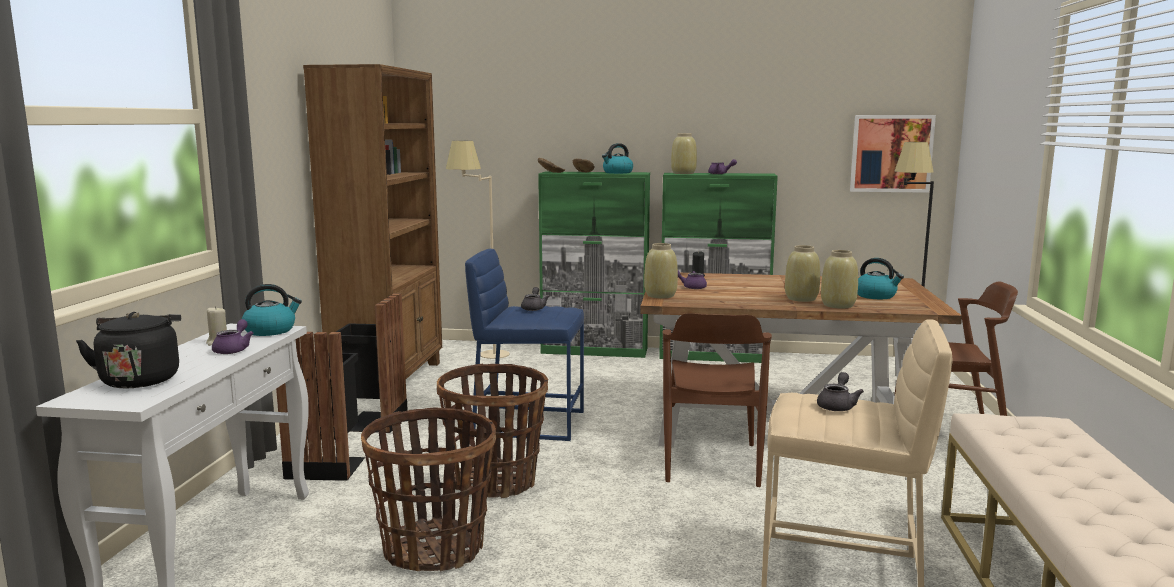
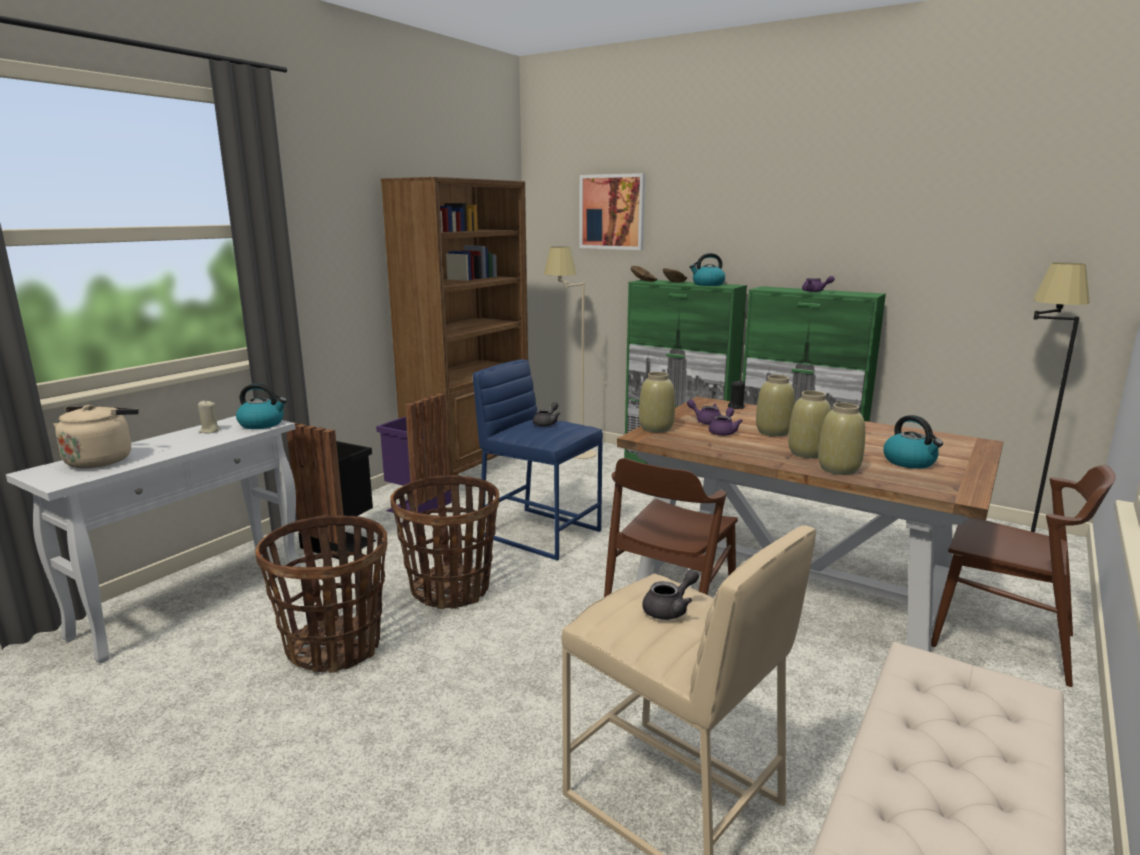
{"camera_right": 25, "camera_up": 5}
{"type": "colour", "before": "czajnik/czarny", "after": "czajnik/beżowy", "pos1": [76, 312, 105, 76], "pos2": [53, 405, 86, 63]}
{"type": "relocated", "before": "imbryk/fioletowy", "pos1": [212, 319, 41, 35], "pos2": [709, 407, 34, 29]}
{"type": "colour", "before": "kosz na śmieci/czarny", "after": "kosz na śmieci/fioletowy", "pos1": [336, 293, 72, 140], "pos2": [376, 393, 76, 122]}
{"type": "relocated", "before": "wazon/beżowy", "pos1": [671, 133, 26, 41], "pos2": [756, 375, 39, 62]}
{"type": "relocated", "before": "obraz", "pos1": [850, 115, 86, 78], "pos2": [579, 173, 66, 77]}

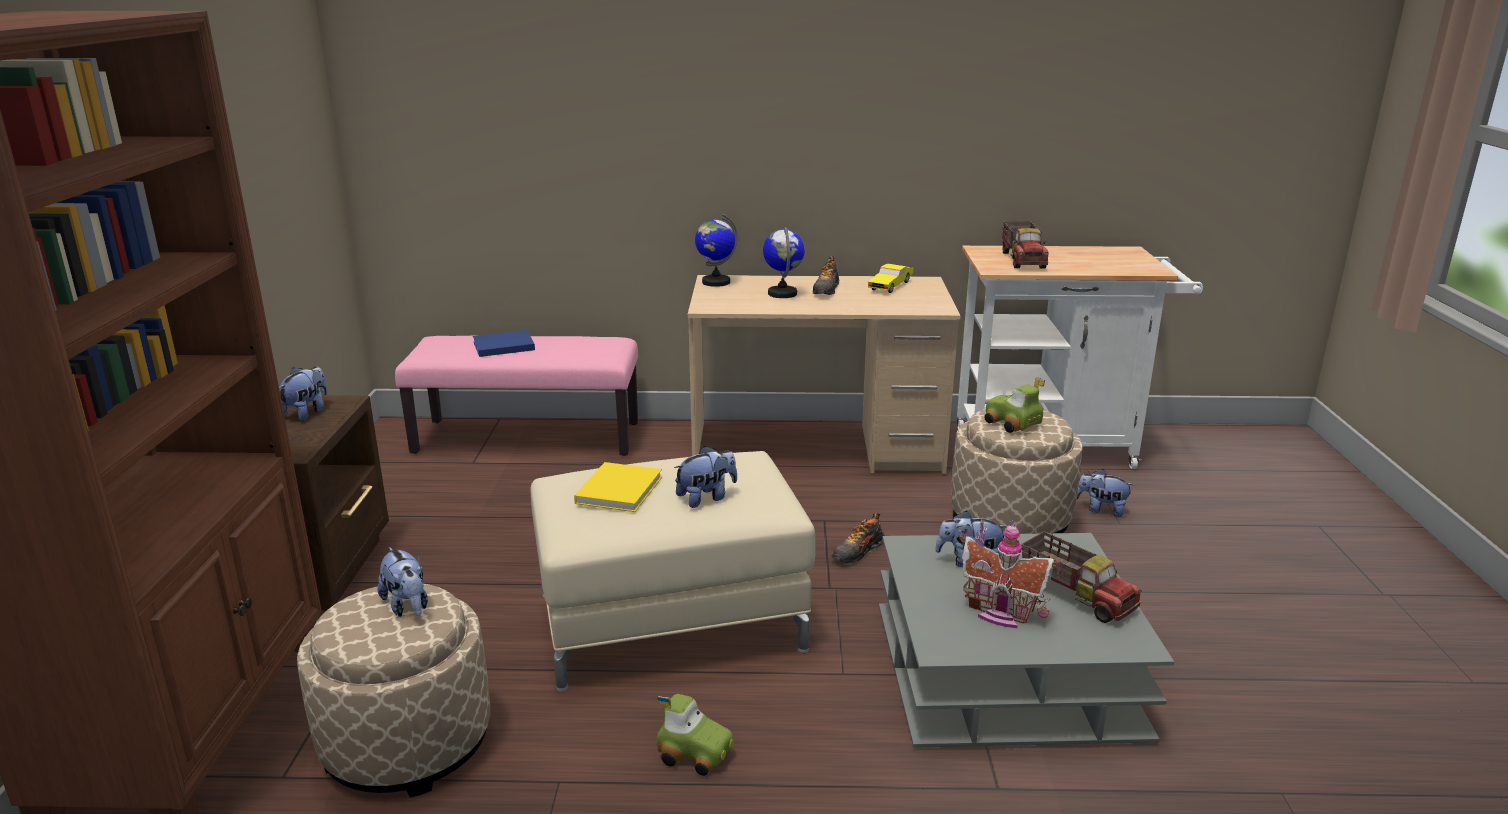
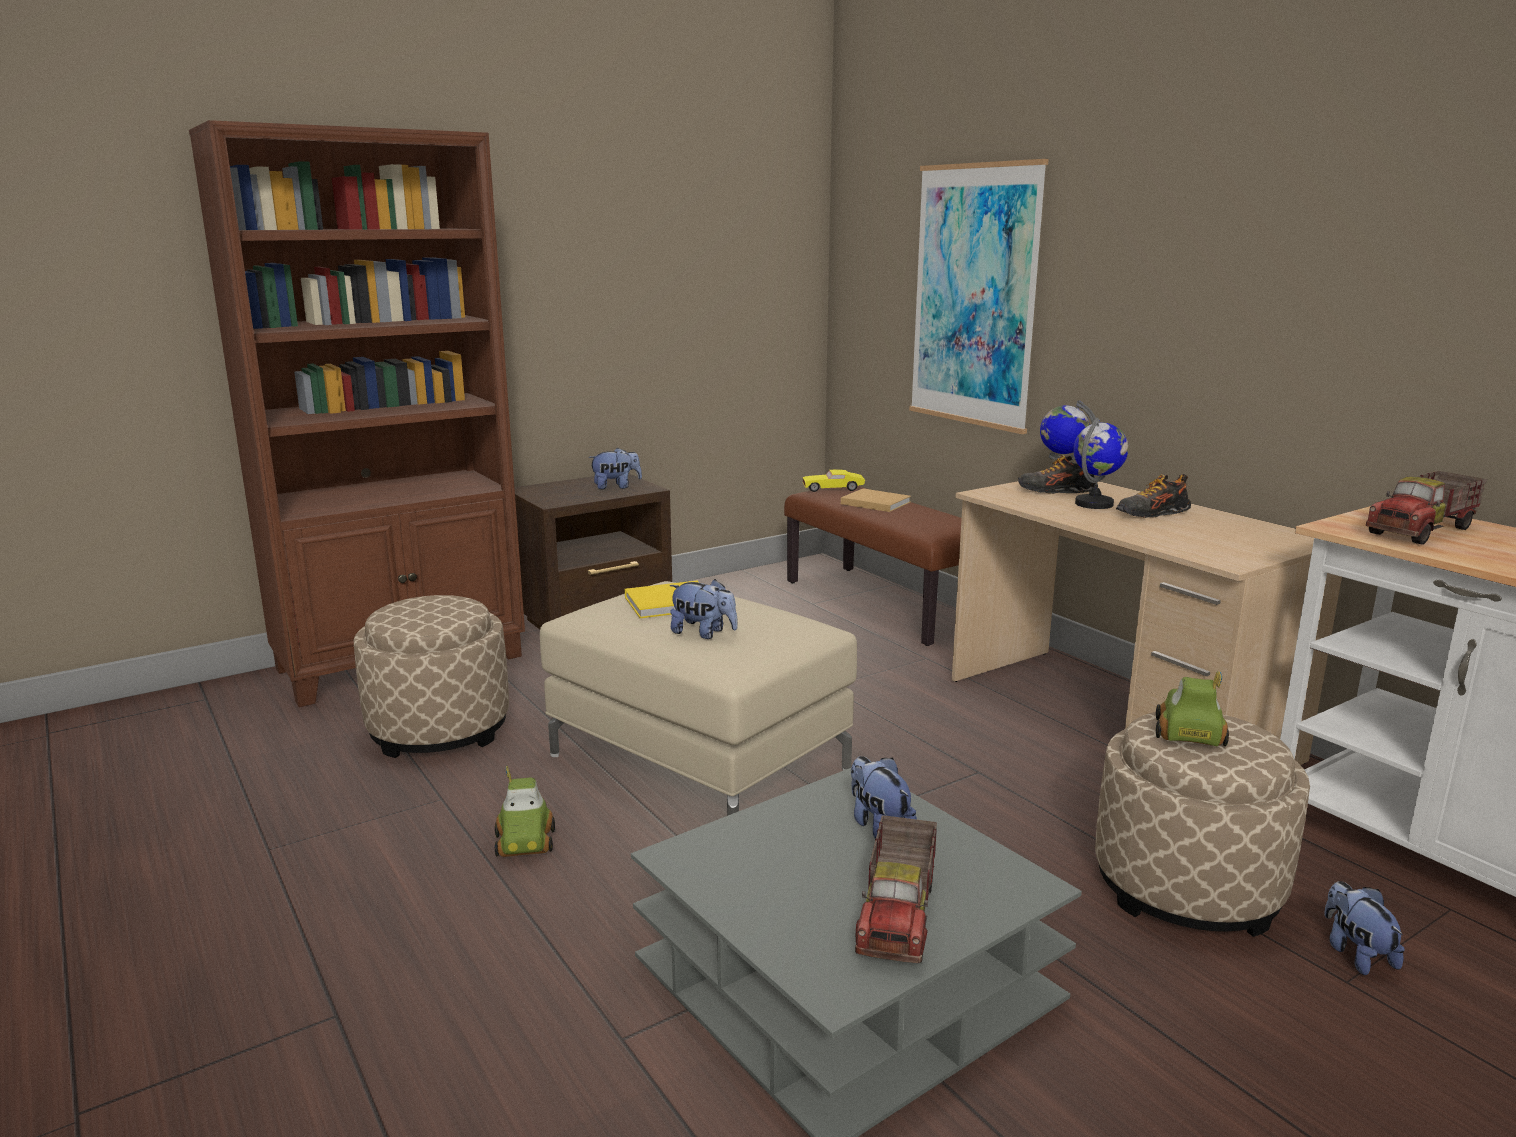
{"camera_right": 55, "camera_up": -5}
{"type": "missing", "before": "pluszak", "pos1": [377, 547, 51, 70]}
{"type": "colour", "before": "ławka/różowy", "after": "ławka/brązowy", "pos1": [395, 336, 243, 120], "pos2": [784, 486, 178, 160]}
{"type": "colour", "before": "książka/niebieski", "after": "książka/beżowy", "pos1": [473, 330, 62, 27], "pos2": [841, 489, 70, 23]}
{"type": "relocated", "before": "but", "pos1": [831, 513, 54, 51], "pos2": [1018, 455, 78, 39]}
{"type": "relocated", "before": "samochodzik/żółty", "pos1": [868, 264, 46, 29], "pos2": [803, 469, 62, 23]}
{"type": "missing", "before": "domek", "pos1": [959, 518, 102, 110]}
{"type": "appeared", "after": "obraz", "pos2": [909, 159, 140, 275]}

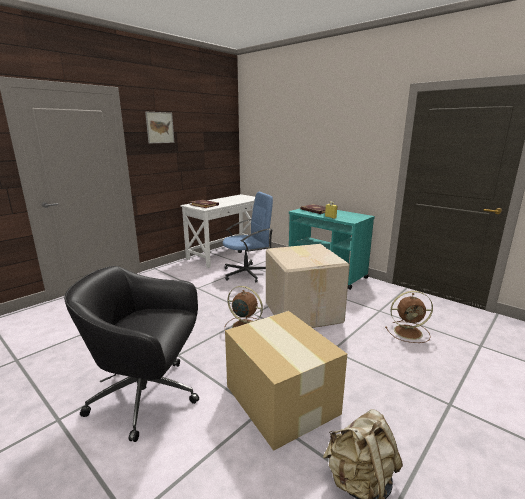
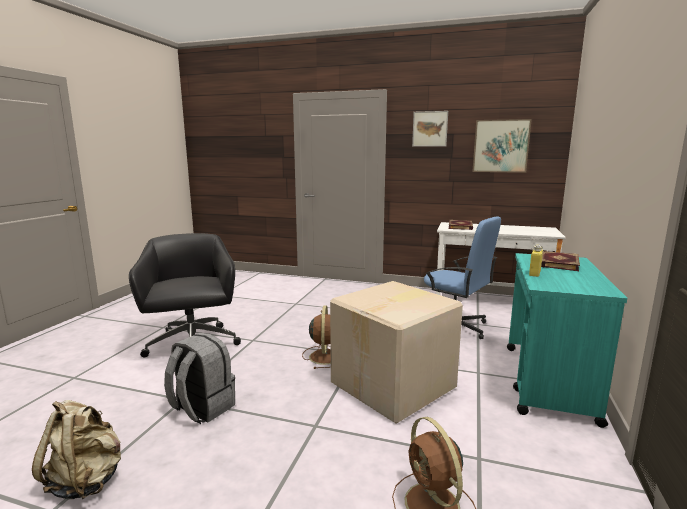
{"camera_right": 65, "camera_up": -5}
{"type": "exchanged", "before": "karton", "after": "plecak/szary", "pos1": [225, 311, 122, 140], "pos2": [164, 333, 71, 91]}
{"type": "appeared", "after": "obraz", "pos2": [472, 119, 60, 54]}

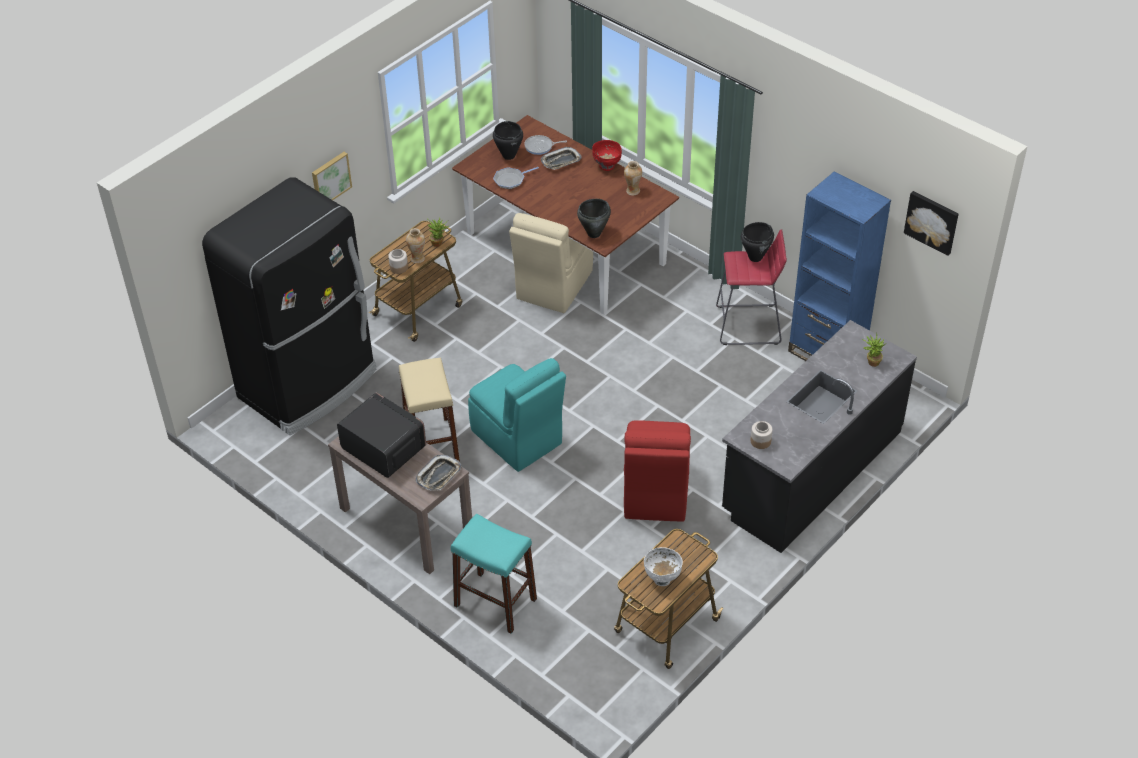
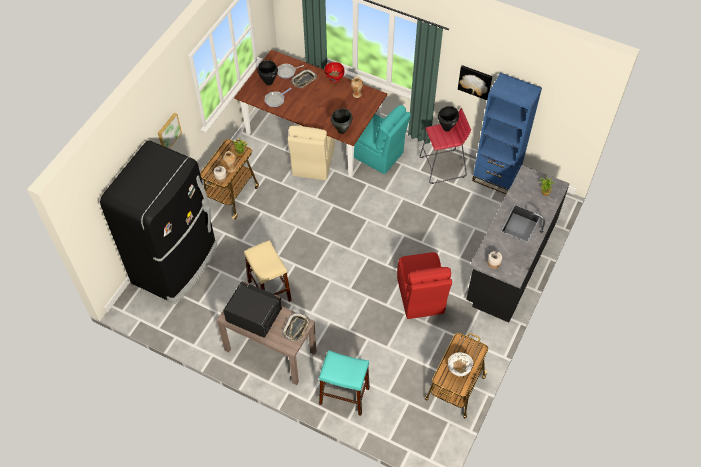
{"camera_right": -15, "camera_up": 10}
{"type": "relocated", "before": "krzesło/turkusowy", "pos1": [468, 358, 98, 114], "pos2": [354, 105, 57, 69]}
{"type": "relocated", "before": "obraz", "pos1": [904, 191, 55, 65], "pos2": [458, 65, 34, 35]}

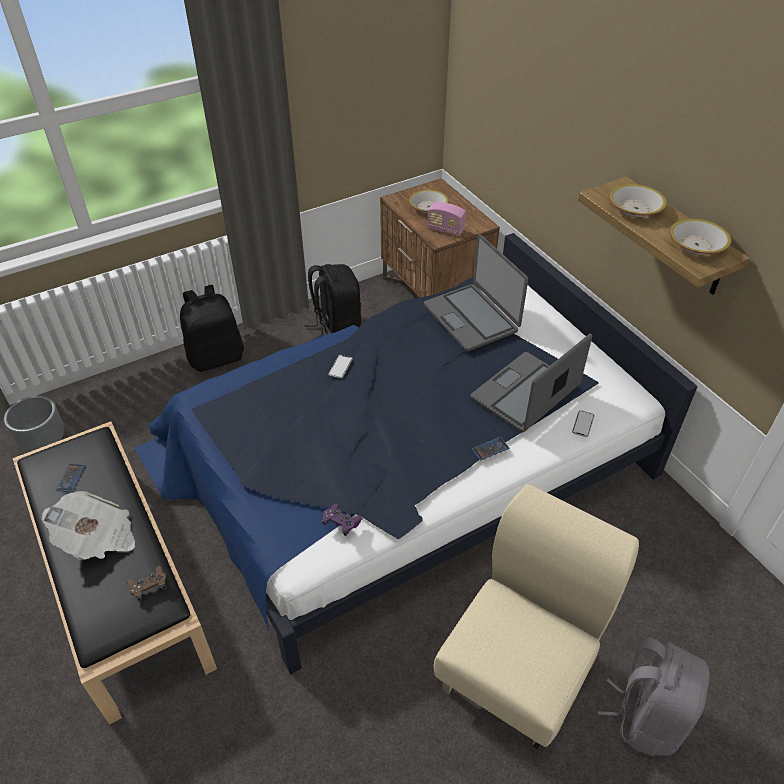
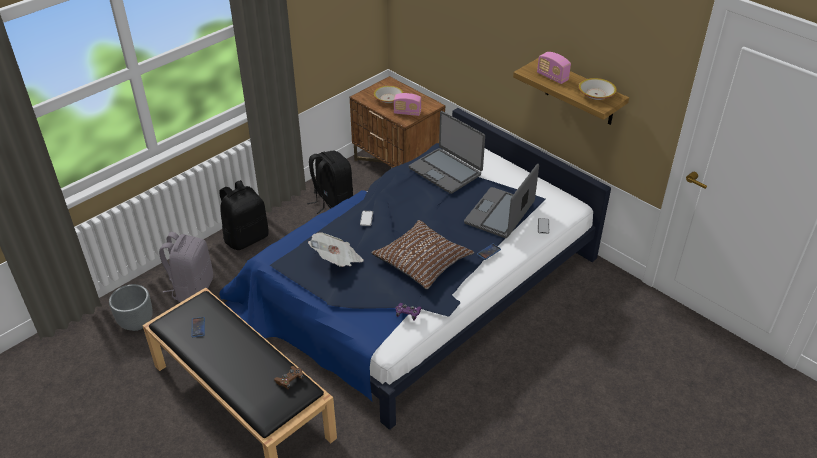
{"camera_right": -15, "camera_up": -5}
{"type": "relocated", "before": "gazeta", "pos1": [42, 491, 93, 69], "pos2": [308, 232, 56, 35]}
{"type": "missing", "before": "krzesło/beżowy", "pos1": [434, 484, 205, 266]}
{"type": "relocated", "before": "plecak/szary", "pos1": [598, 637, 112, 119], "pos2": [159, 232, 54, 70]}
{"type": "exchanged", "before": "miska", "after": "radio", "pos1": [609, 184, 58, 34], "pos2": [537, 52, 34, 32]}
{"type": "appeared", "after": "poduszka/brązowy", "pos2": [371, 220, 103, 70]}

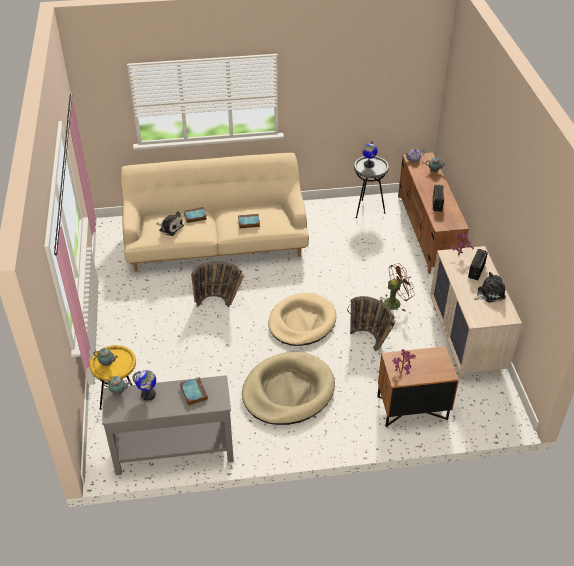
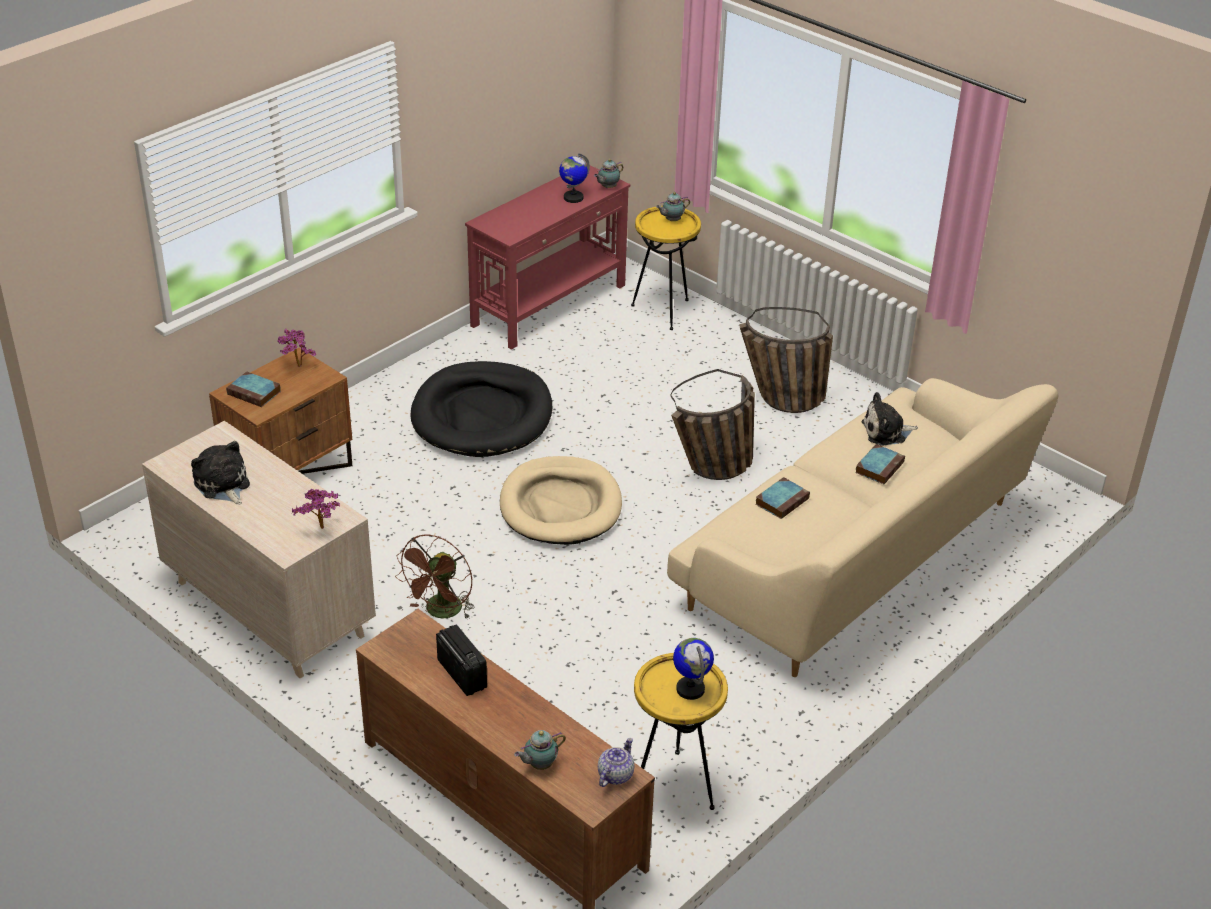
{"camera_right": 140, "camera_up": -5}
{"type": "colour", "before": "stolik konsolowy/szary", "after": "stolik konsolowy/czerwony", "pos1": [102, 375, 132, 100], "pos2": [465, 164, 165, 186]}
{"type": "relocated", "before": "książka", "pos1": [180, 377, 28, 29], "pos2": [226, 371, 55, 36]}
{"type": "colour", "before": "legowisko/beżowy", "after": "legowisko/czarny", "pos1": [242, 352, 93, 73], "pos2": [410, 361, 142, 96]}
{"type": "relocated", "before": "koszyk", "pos1": [347, 296, 48, 55], "pos2": [739, 307, 94, 106]}
{"type": "colour", "before": "stolik/szary", "after": "stolik/żółty", "pos1": [354, 156, 35, 62], "pos2": [634, 653, 94, 157]}
{"type": "missing", "before": "radio", "pos1": [468, 249, 20, 31]}
{"type": "spun", "before": "pluszak", "pos1": [474, 272, 32, 31], "pos2": [191, 441, 59, 64], "turn": 120}

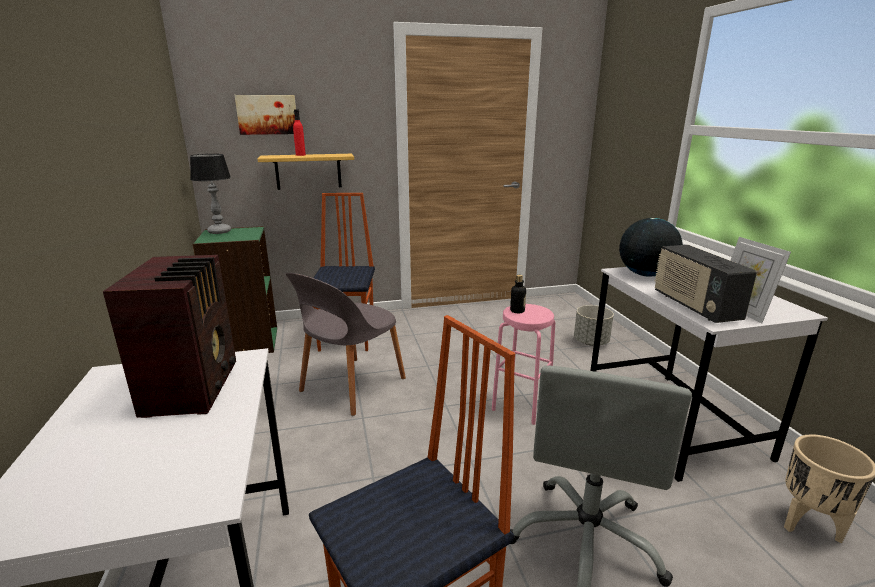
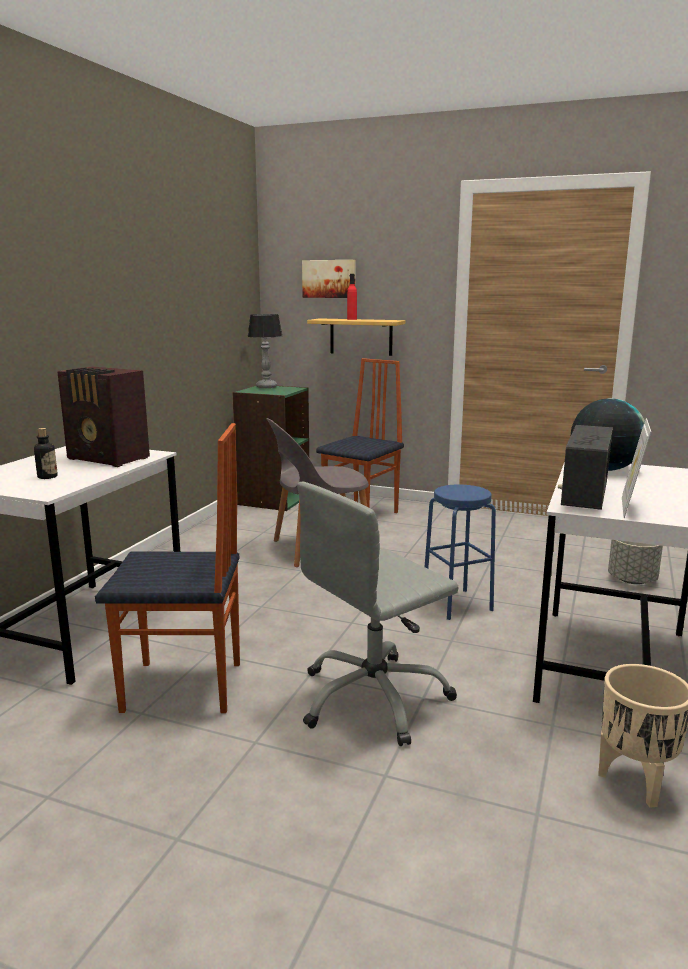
{"camera_right": 35, "camera_up": -5}
{"type": "spun", "before": "radio", "pos1": [103, 255, 133, 163], "pos2": [57, 367, 93, 100], "turn": 90}
{"type": "colour", "before": "stołek/różowy", "after": "stołek/niebieski", "pos1": [492, 304, 63, 121], "pos2": [425, 484, 71, 136]}
{"type": "relocated", "before": "butelka", "pos1": [510, 275, 16, 38], "pos2": [34, 428, 24, 51]}

